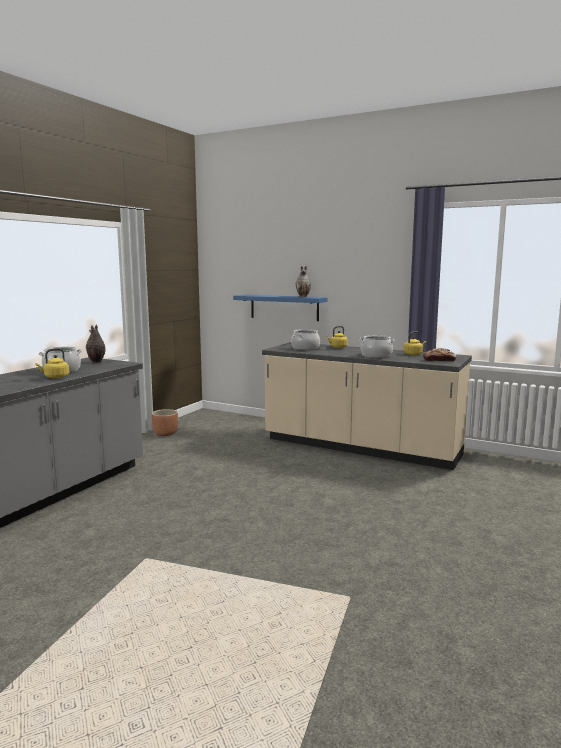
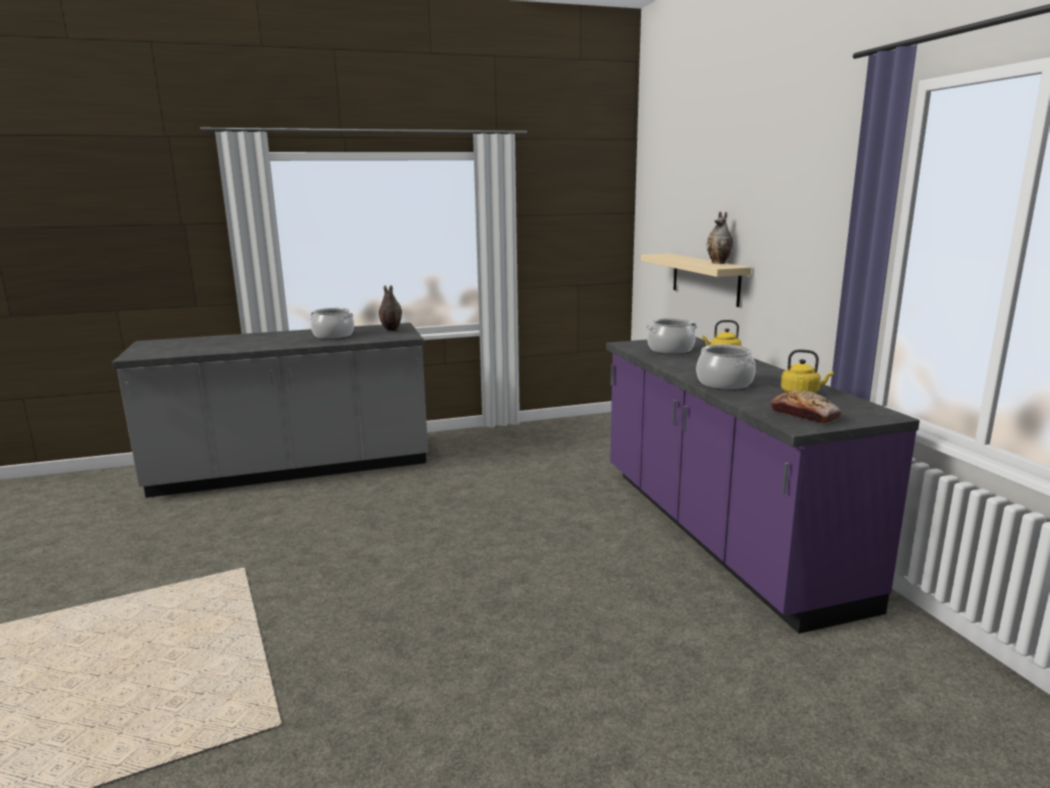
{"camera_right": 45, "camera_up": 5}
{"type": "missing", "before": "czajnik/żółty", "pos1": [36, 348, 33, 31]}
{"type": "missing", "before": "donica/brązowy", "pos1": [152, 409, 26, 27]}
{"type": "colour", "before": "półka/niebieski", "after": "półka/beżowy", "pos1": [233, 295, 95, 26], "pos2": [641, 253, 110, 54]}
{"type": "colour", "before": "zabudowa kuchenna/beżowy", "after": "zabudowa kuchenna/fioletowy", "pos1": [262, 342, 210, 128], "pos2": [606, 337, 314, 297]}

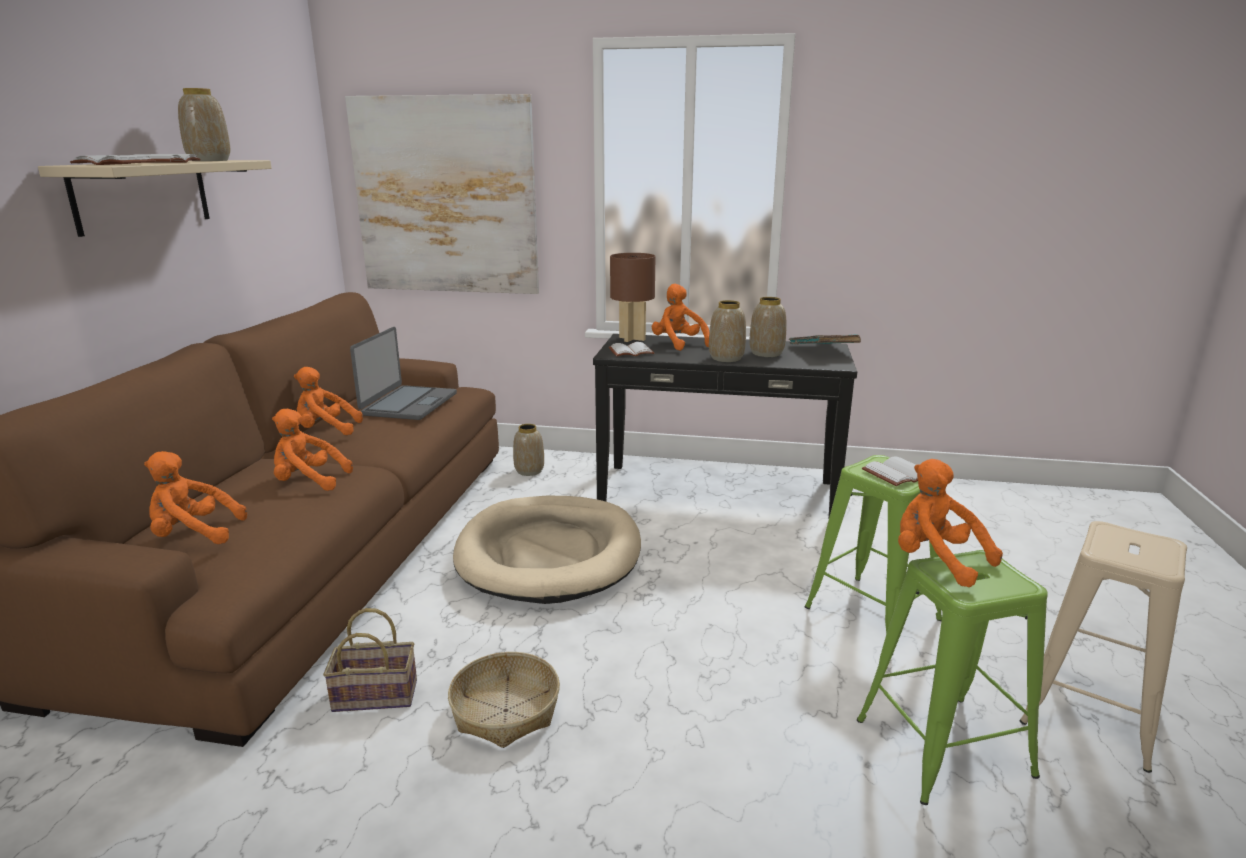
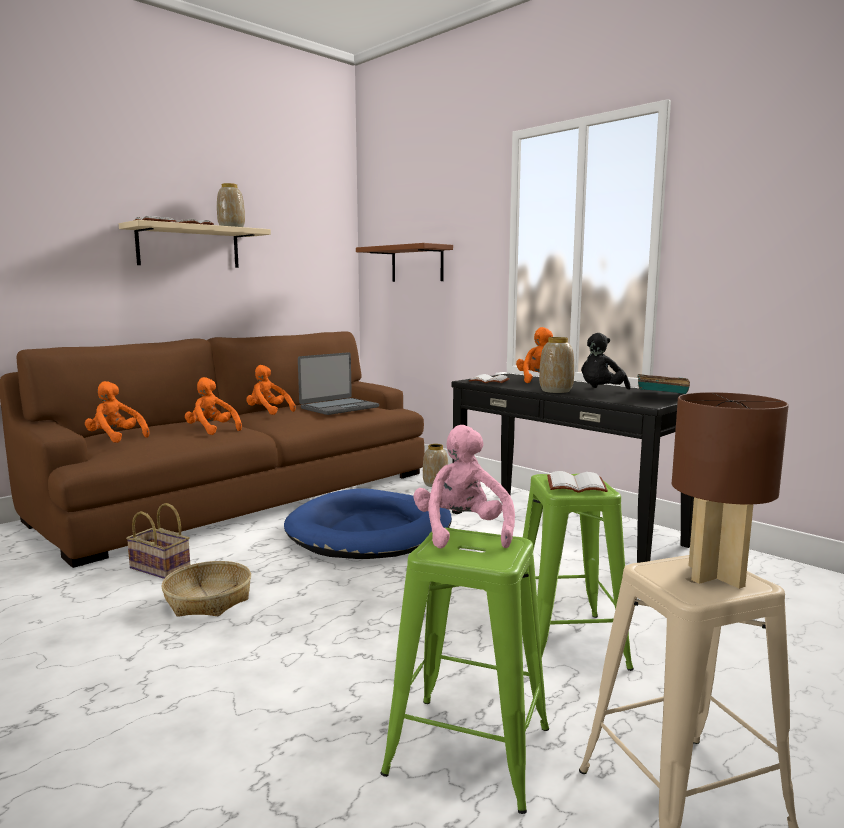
{"camera_right": 35, "camera_up": -10}
{"type": "exchanged", "before": "obraz", "after": "półka/brązowy", "pos1": [345, 94, 194, 200], "pos2": [356, 243, 97, 39]}
{"type": "colour", "before": "legowisko/beżowy", "after": "legowisko/niebieski", "pos1": [453, 496, 188, 108], "pos2": [284, 488, 168, 71]}
{"type": "relocated", "before": "lampa stołowa/brązowy", "pos1": [610, 253, 45, 89], "pos2": [672, 392, 117, 197]}
{"type": "exchanged", "before": "wazon", "after": "pluszak/czarny", "pos1": [750, 297, 36, 60], "pos2": [581, 333, 50, 56]}
{"type": "colour", "before": "pluszak/pomarańczowy", "after": "pluszak/różowy", "pos1": [898, 459, 105, 128], "pos2": [414, 425, 101, 124]}

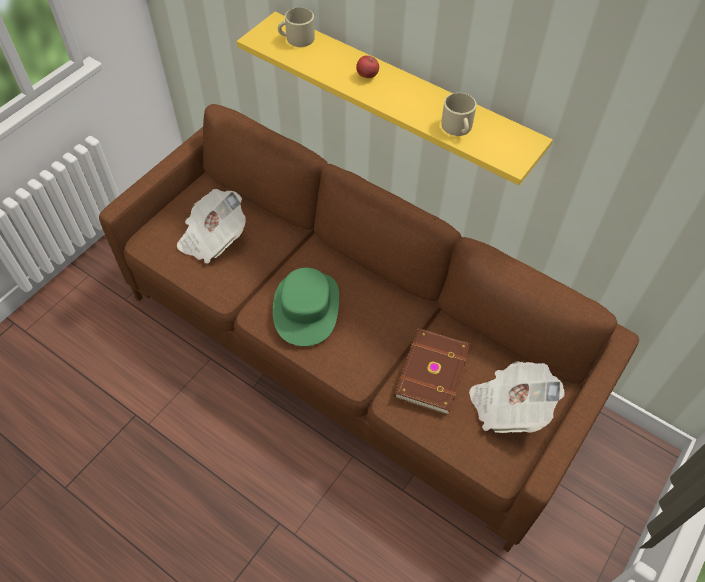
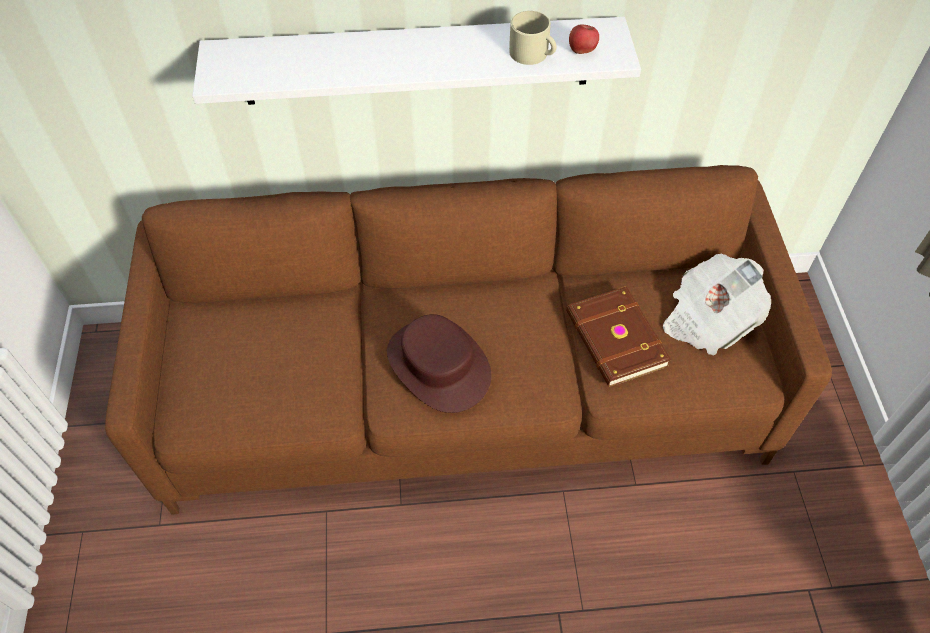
{"camera_right": -40, "camera_up": 0}
{"type": "missing", "before": "gazeta", "pos1": [177, 189, 69, 74]}
{"type": "colour", "before": "półka/żółty", "after": "półka/biały", "pos1": [237, 12, 316, 173], "pos2": [192, 17, 449, 88]}
{"type": "colour", "before": "kapelusz/zielony", "after": "kapelusz/brązowy", "pos1": [273, 268, 66, 78], "pos2": [387, 314, 104, 99]}
{"type": "missing", "before": "kubek/beżowy", "pos1": [278, 8, 37, 39]}
{"type": "relocated", "before": "jabłko", "pos1": [356, 55, 23, 23], "pos2": [569, 24, 30, 30]}

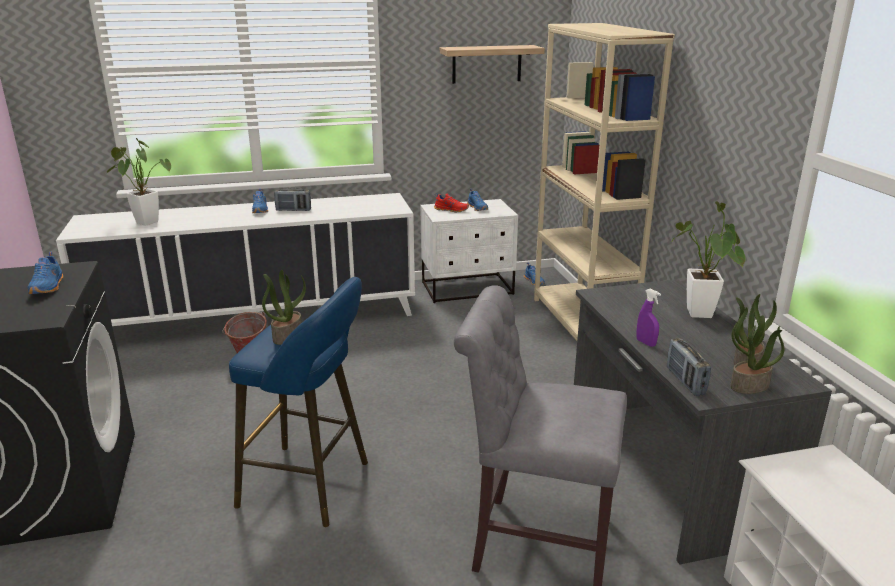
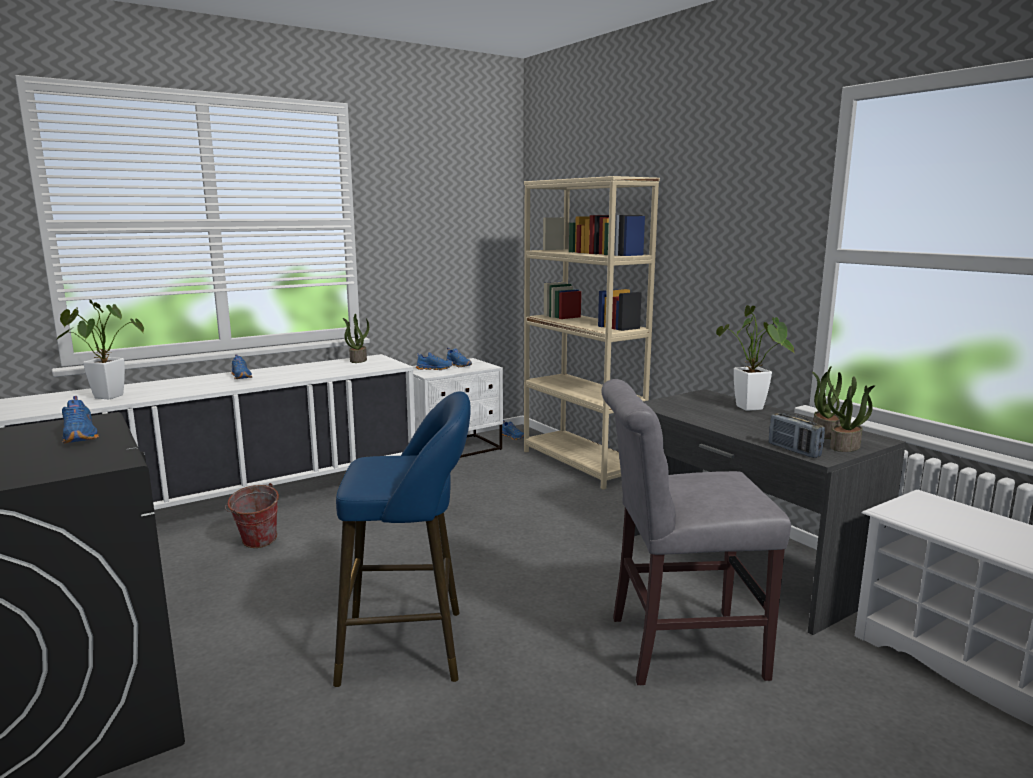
{"camera_right": -20, "camera_up": -10}
{"type": "relocated", "before": "roślina doniczkowa", "pos1": [262, 270, 44, 75], "pos2": [343, 314, 26, 49]}
{"type": "missing", "before": "radio", "pos1": [274, 188, 37, 23]}
{"type": "colour", "before": "but/czerwony", "after": "but/niebieski", "pos1": [434, 193, 35, 20], "pos2": [416, 352, 37, 18]}
{"type": "missing", "before": "półka", "pos1": [440, 45, 105, 39]}
{"type": "missing", "before": "spryskiwacz/fioletowy", "pos1": [636, 289, 25, 58]}

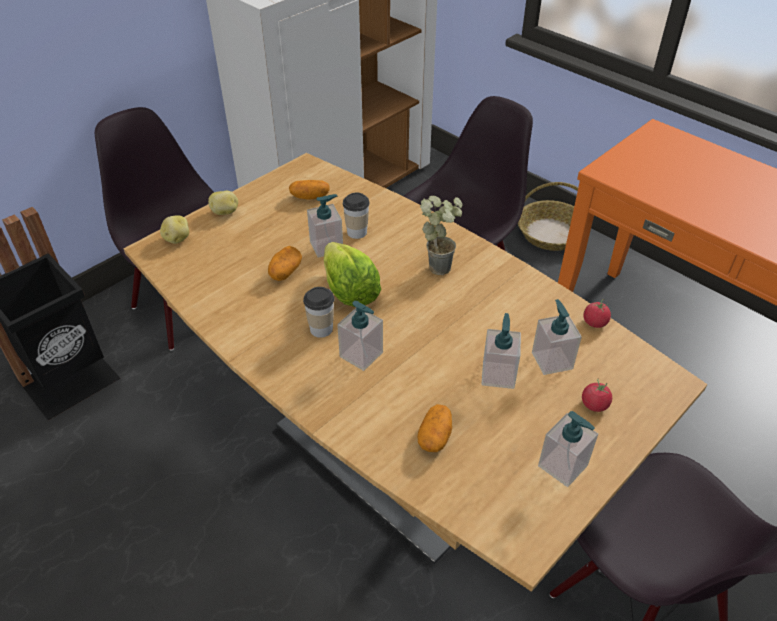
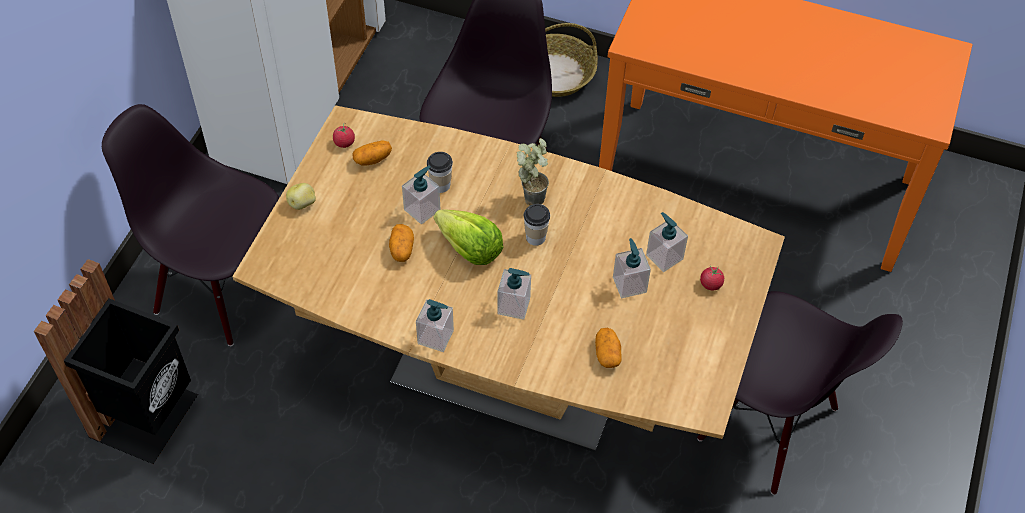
{"camera_right": -25, "camera_up": 10}
{"type": "missing", "before": "ziemniak", "pos1": [160, 215, 29, 29]}
{"type": "relocated", "before": "filiżanka", "pos1": [303, 287, 31, 51], "pos2": [524, 204, 26, 42]}
{"type": "relocated", "before": "dozownik mydła", "pos1": [538, 411, 60, 76], "pos2": [416, 299, 38, 53]}
{"type": "relocated", "before": "pomidor", "pos1": [583, 299, 28, 29], "pos2": [333, 123, 22, 25]}

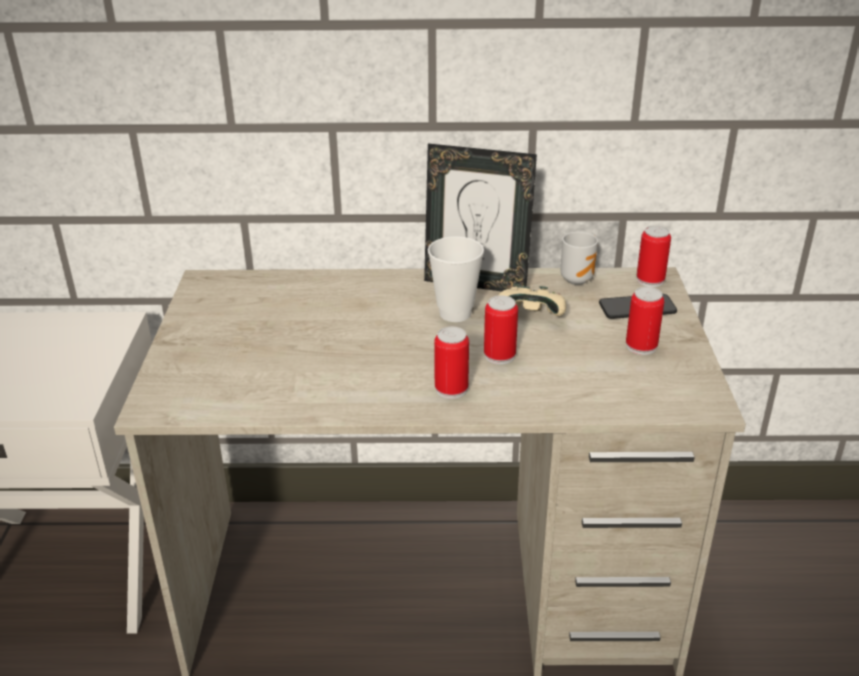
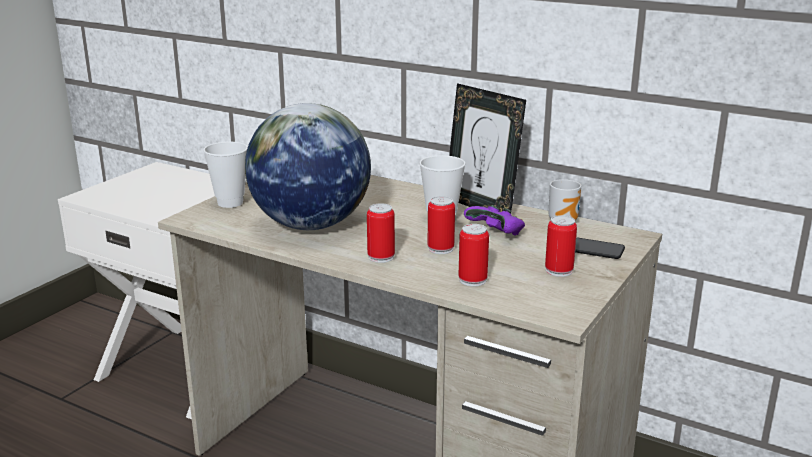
{"camera_right": 30, "camera_up": -10}
{"type": "colour", "before": "pad do gier/beżowy", "after": "pad do gier/fioletowy", "pos1": [498, 284, 68, 32], "pos2": [464, 205, 61, 31]}
{"type": "relocated", "before": "puszka", "pos1": [637, 225, 34, 62], "pos2": [459, 224, 30, 63]}
{"type": "appeared", "after": "filiżanka", "pos2": [203, 142, 45, 66]}
{"type": "appeared", "after": "globus", "pos2": [245, 103, 126, 127]}

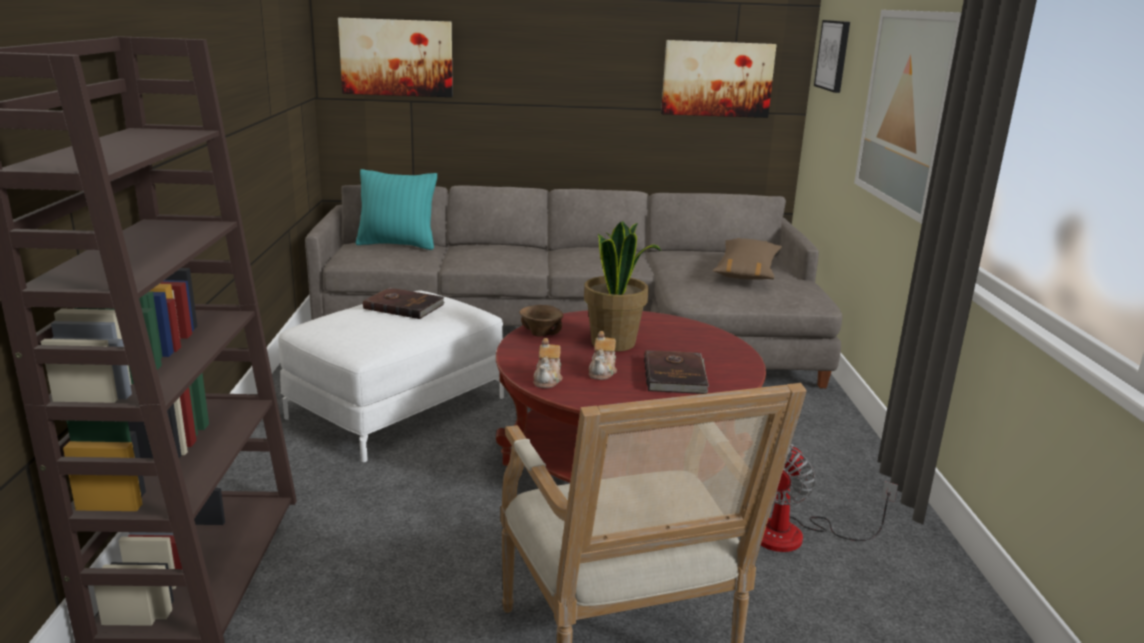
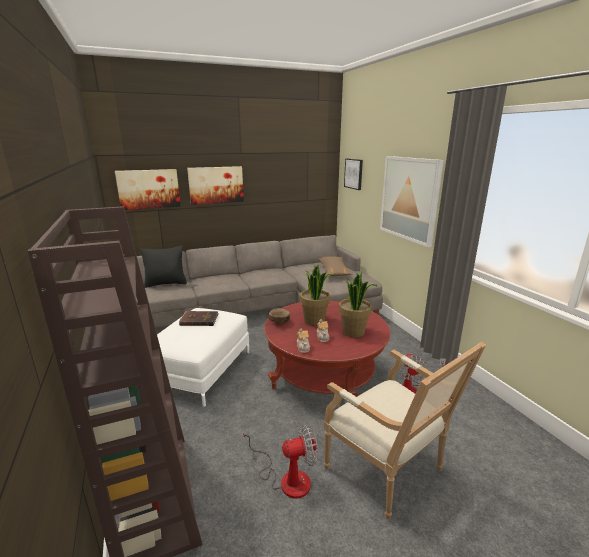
{"camera_right": -20, "camera_up": 0}
{"type": "colour", "before": "poduszka/turkusowy", "after": "poduszka/czarny", "pos1": [356, 169, 81, 81], "pos2": [140, 246, 47, 42]}
{"type": "exchanged", "before": "książka/brązowy", "after": "roślina doniczkowa", "pos1": [644, 350, 65, 44], "pos2": [339, 272, 39, 66]}
{"type": "relocated", "before": "obraz", "pos1": [661, 40, 116, 78], "pos2": [187, 166, 57, 39]}
{"type": "appeared", "after": "wentylator", "pos2": [243, 425, 75, 74]}

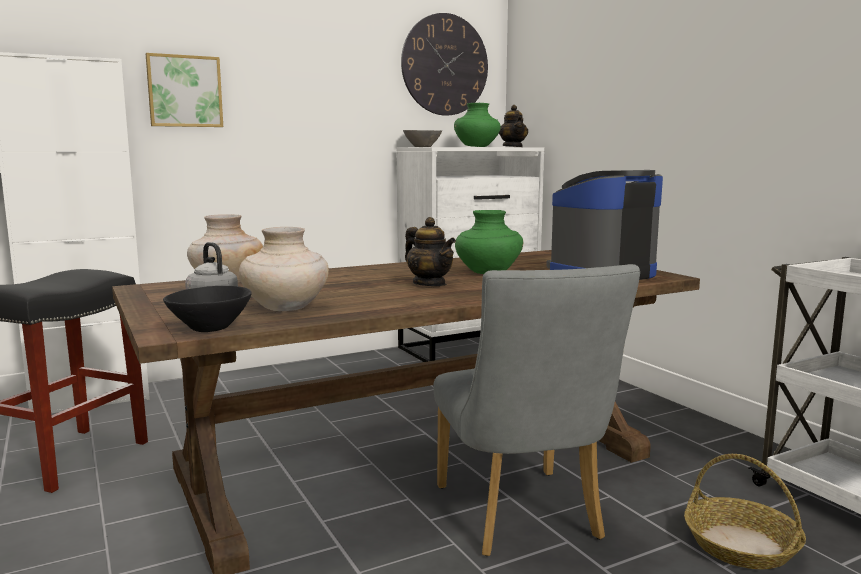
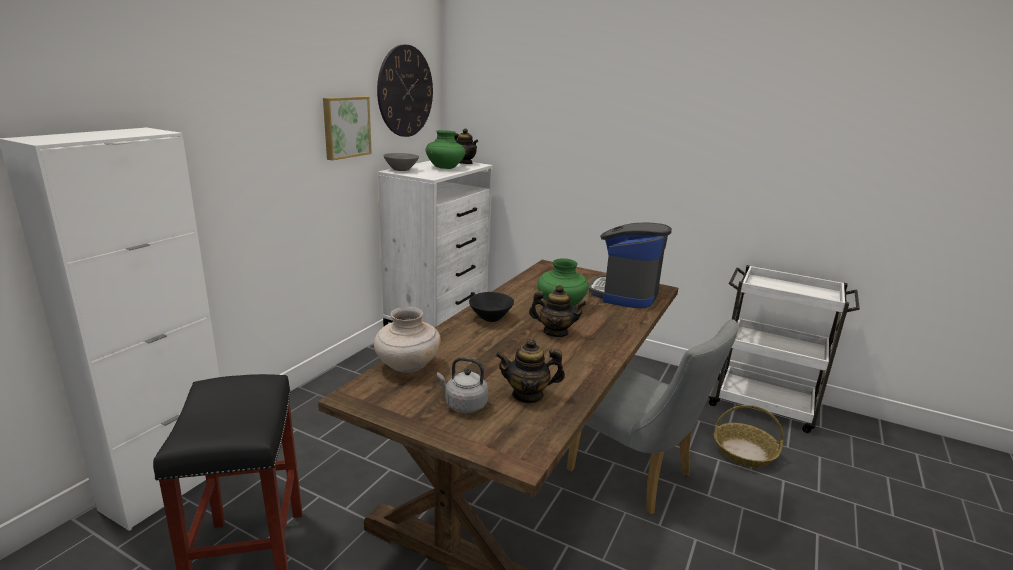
{"camera_right": -35, "camera_up": 10}
{"type": "relocated", "before": "obraz", "pos1": [146, 53, 77, 74], "pos2": [323, 96, 49, 65]}
{"type": "relocated", "before": "miska/czarny", "pos1": [163, 286, 89, 46], "pos2": [469, 292, 45, 30]}
{"type": "exchanged", "before": "wazon/beżowy", "after": "imbryk", "pos1": [239, 227, 90, 84], "pos2": [496, 338, 69, 66]}

